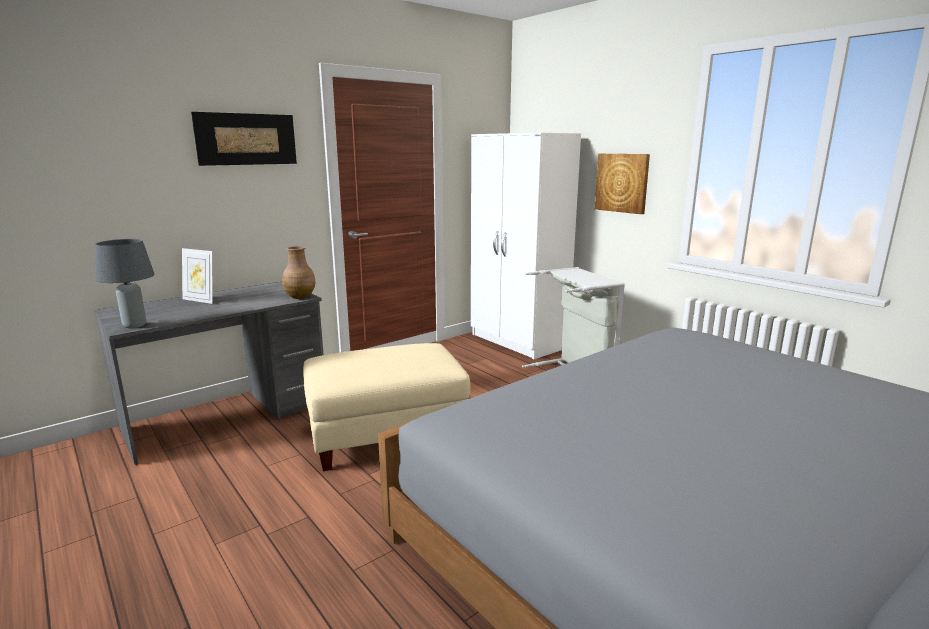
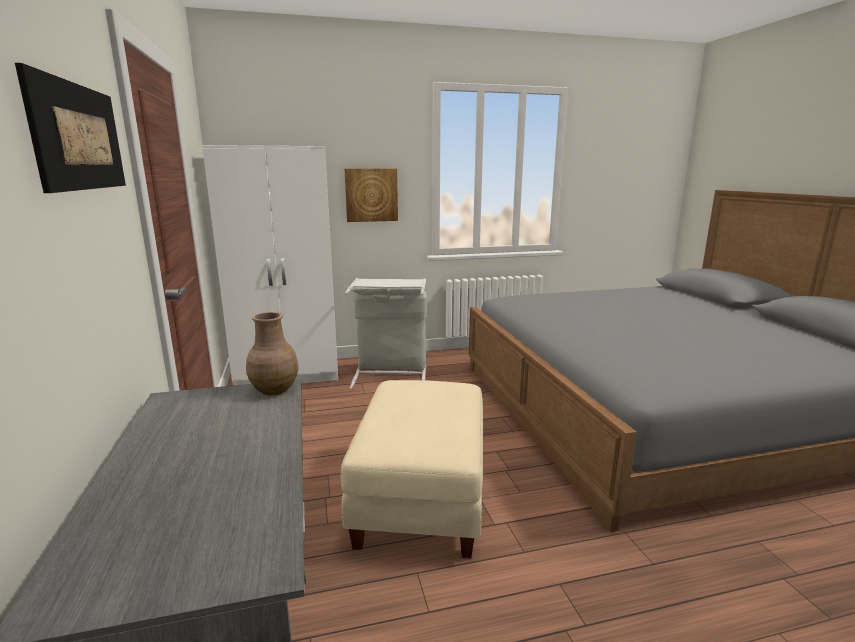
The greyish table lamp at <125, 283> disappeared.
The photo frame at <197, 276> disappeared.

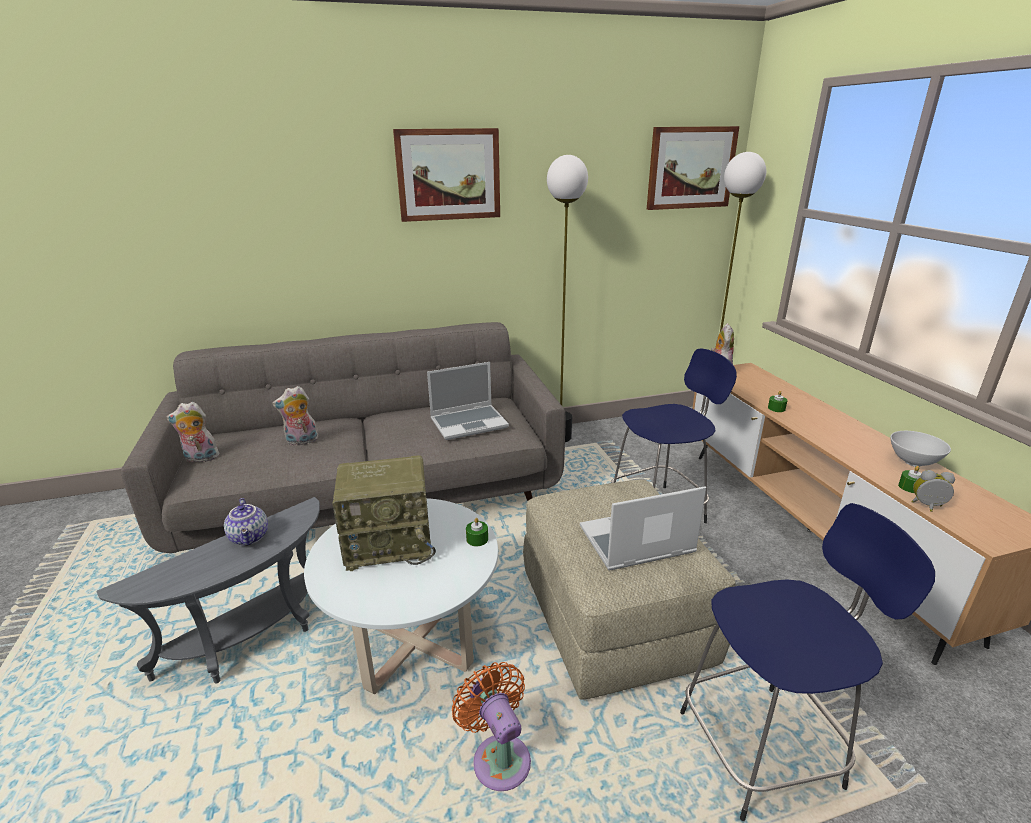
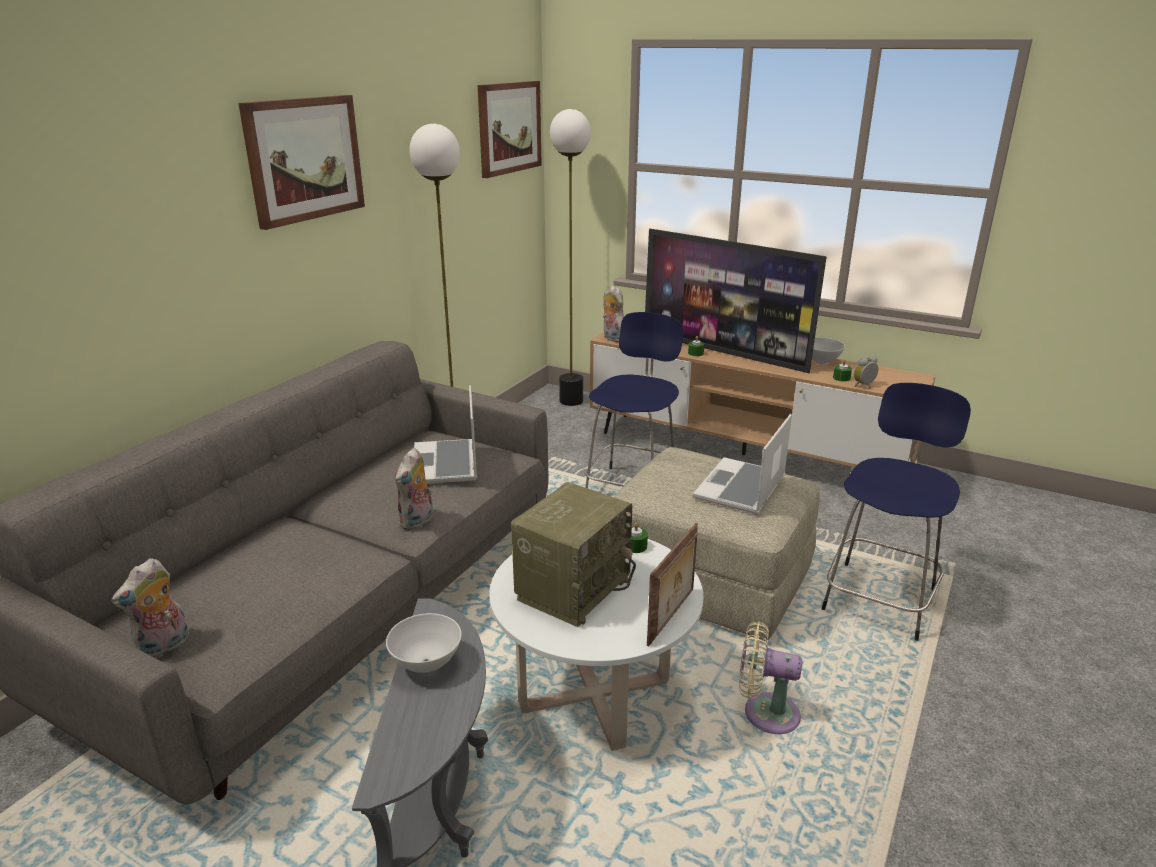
The teapot at <246, 521> was replaced by the white-coloured bowl at <424, 643>.
The soft toy moved from <295, 416> to <414, 489>.
The notebook computer at <468, 401> turned 150 degrees clockwise.
The orange-coloured electric fan at <491, 726> became the beige electric fan at <770, 677>.
The TV at <736, 301> appeared.
The photo frame at <672, 585> appeared.

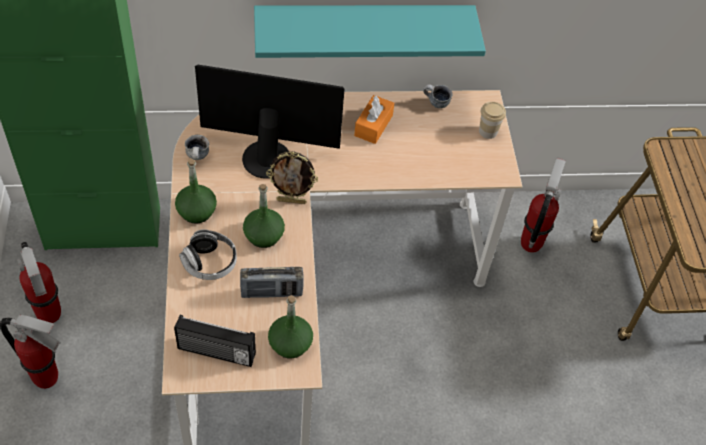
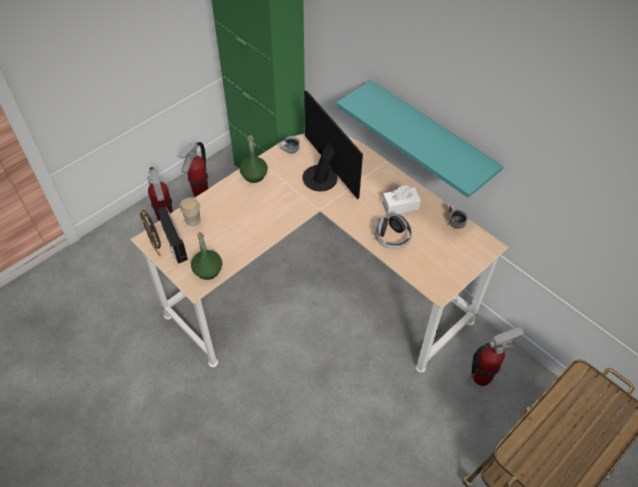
The pair of headphones moved from <208, 254> to <393, 231>.
The radio at <272, 282> disappeared.
The greenish beverage bottle at <264, 216> disappeared.
The photo frame moved from <292, 177> to <150, 233>.
The orange-coloured tissue box at <374, 119> became the white-coloured tissue box at <401, 200>.
The small cup moved from <492, 120> to <190, 212>.

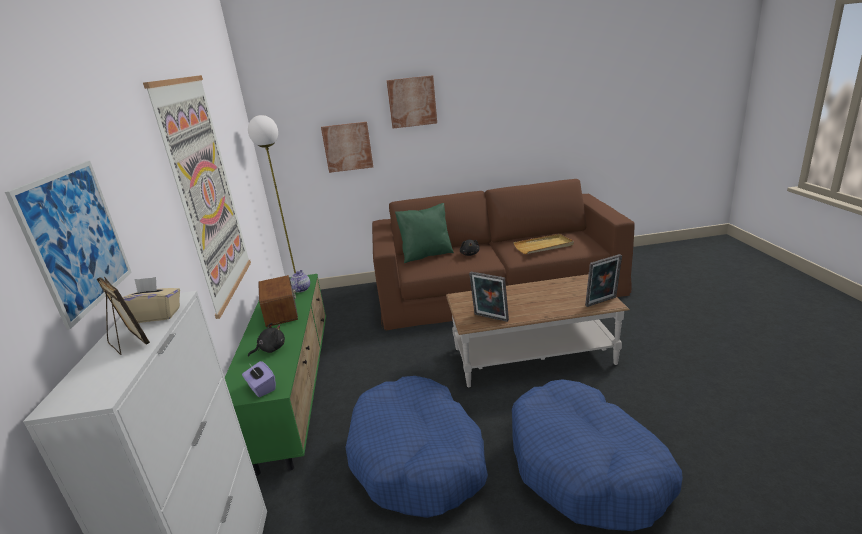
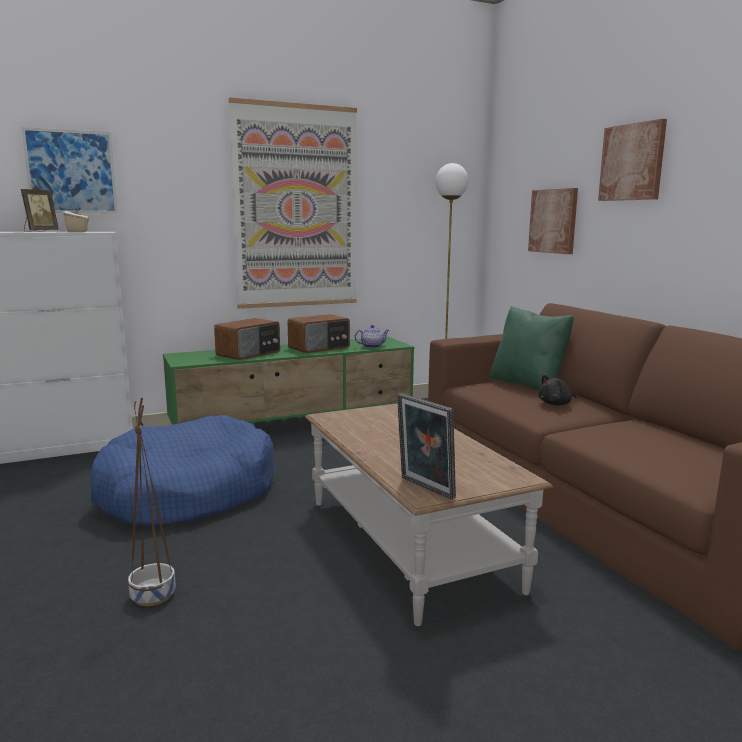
The purplish tissue box at <259, 379> disappeared.
The black soft toy at <266, 339> was replaced by the radio at <247, 339>.
The photo frame at <489, 297> disappeared.
The bluish dog cushion at <597, 455> was replaced by the brownish flower pot at <152, 502>.
The beige carrying tray at <543, 244> disappeared.

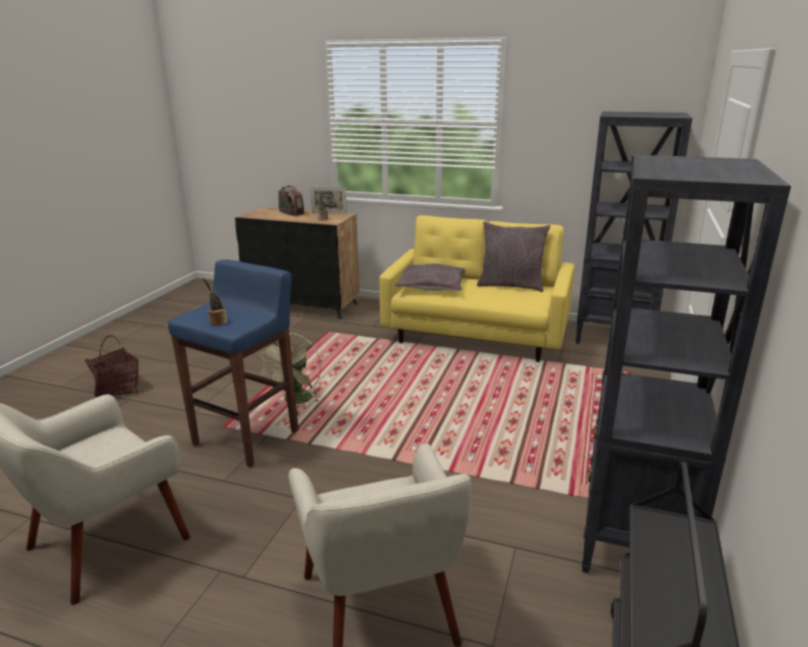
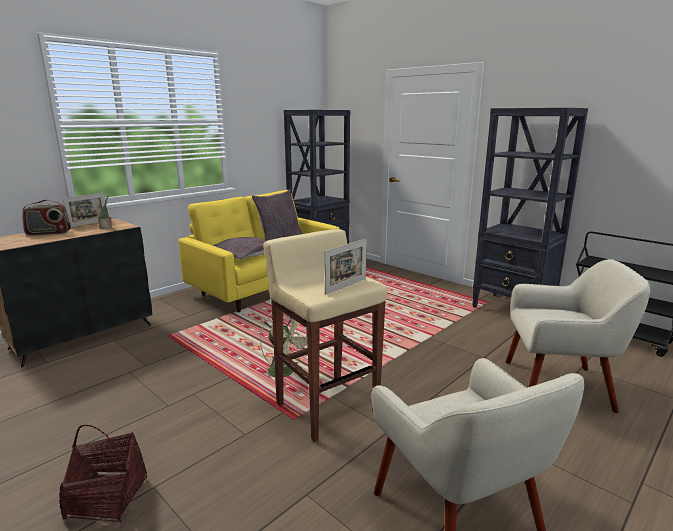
The bluish sitting stool at <233, 363> became the beige sitting stool at <325, 335>.
The potted plant at <214, 302> was replaced by the photo frame at <345, 267>.

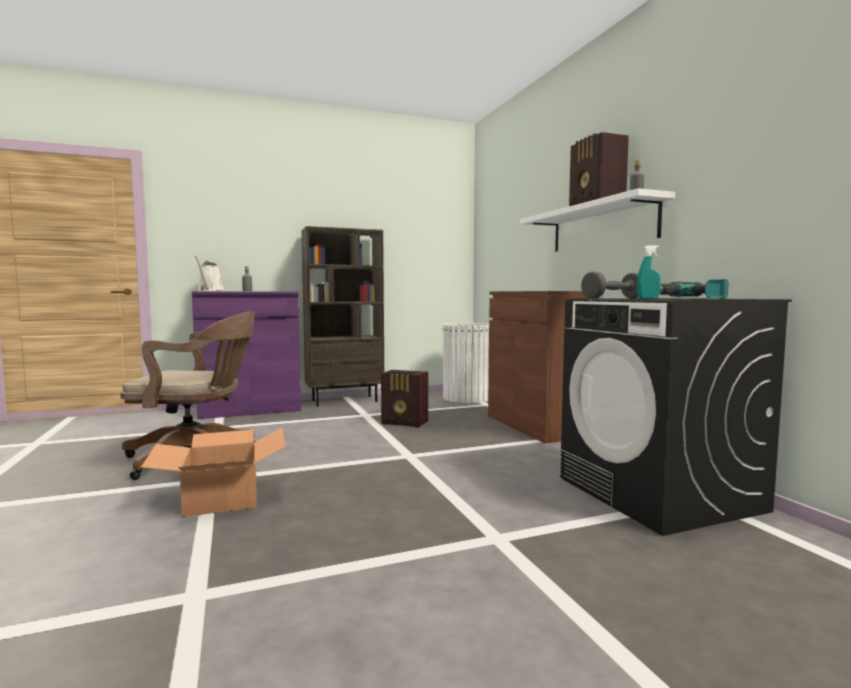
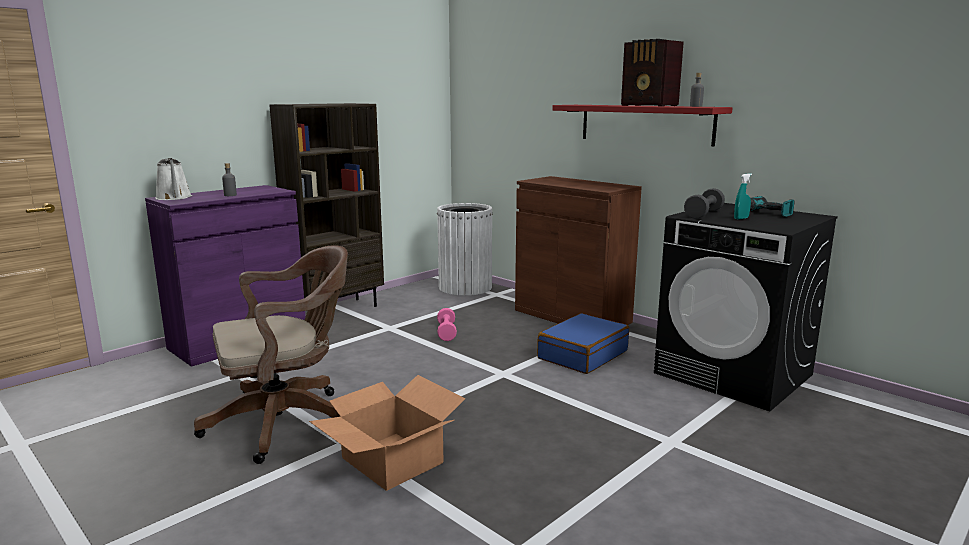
The radio at <404, 399> was replaced by the pink-coloured free weight at <447, 324>.
The white-coloured bracket shelf at <597, 220> became the reddish bracket shelf at <643, 125>.
The bluish travel case at <583, 343> appeared.

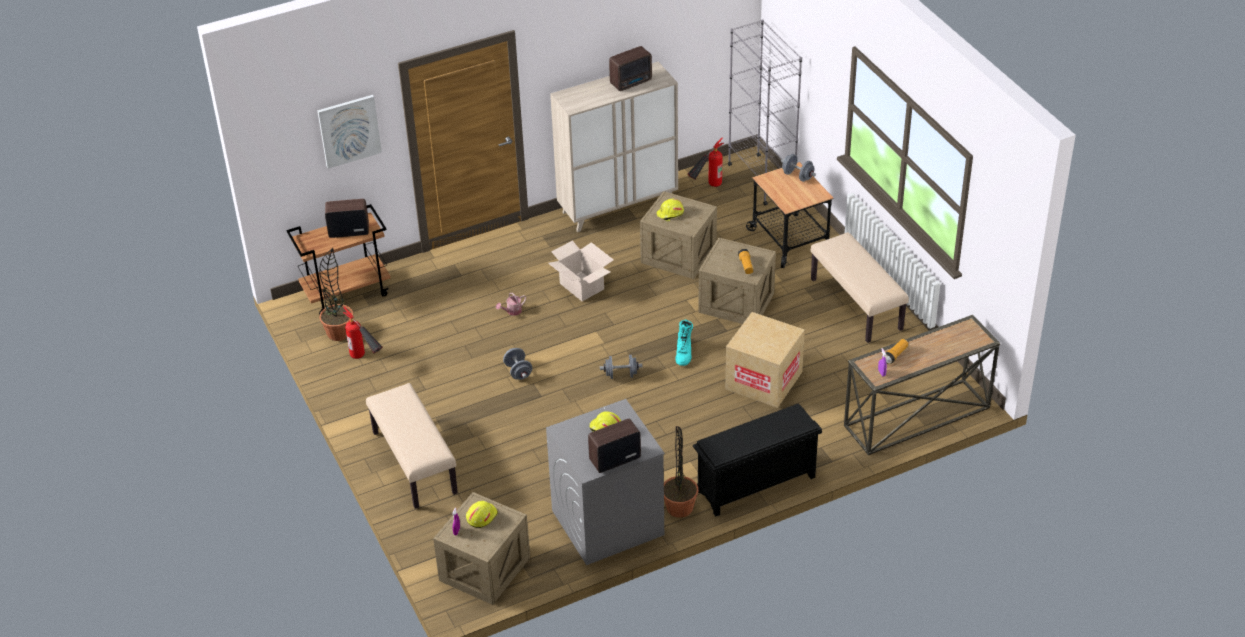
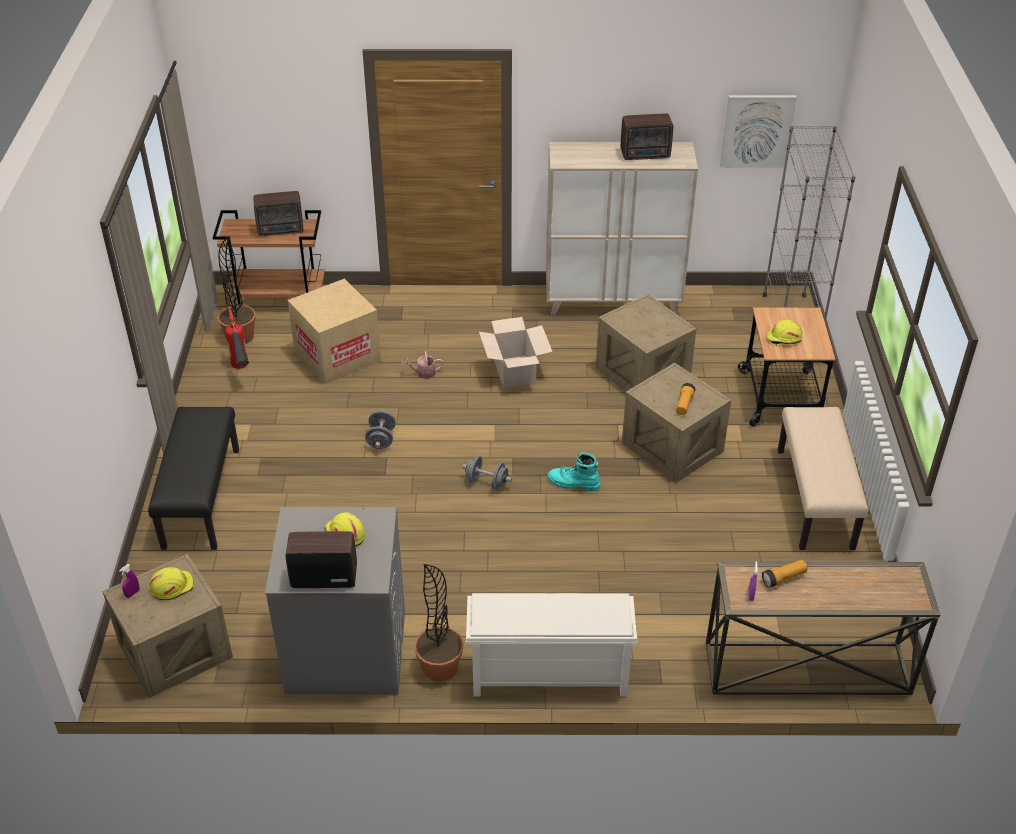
The wall picture moved from <349, 132> to <758, 131>.
The radio at <347, 218> turned 150 degrees clockwise.
The beige long seat at <412, 446> became the black long seat at <193, 478>.
The yellow work helmet moved from <670, 210> to <784, 333>.
The turquoise tall boot at <684, 343> turned 75 degrees clockwise.
The extinguisher at <705, 162> disappeared.
The black shoe stand at <757, 460> became the white-coloured shoe stand at <551, 645>.
The cardboard box moved from <765, 360> to <334, 331>.
The greyish free weight at <798, 168> disappeared.

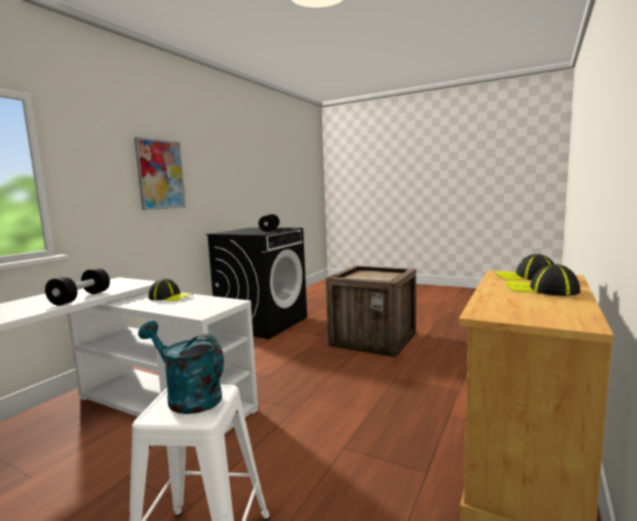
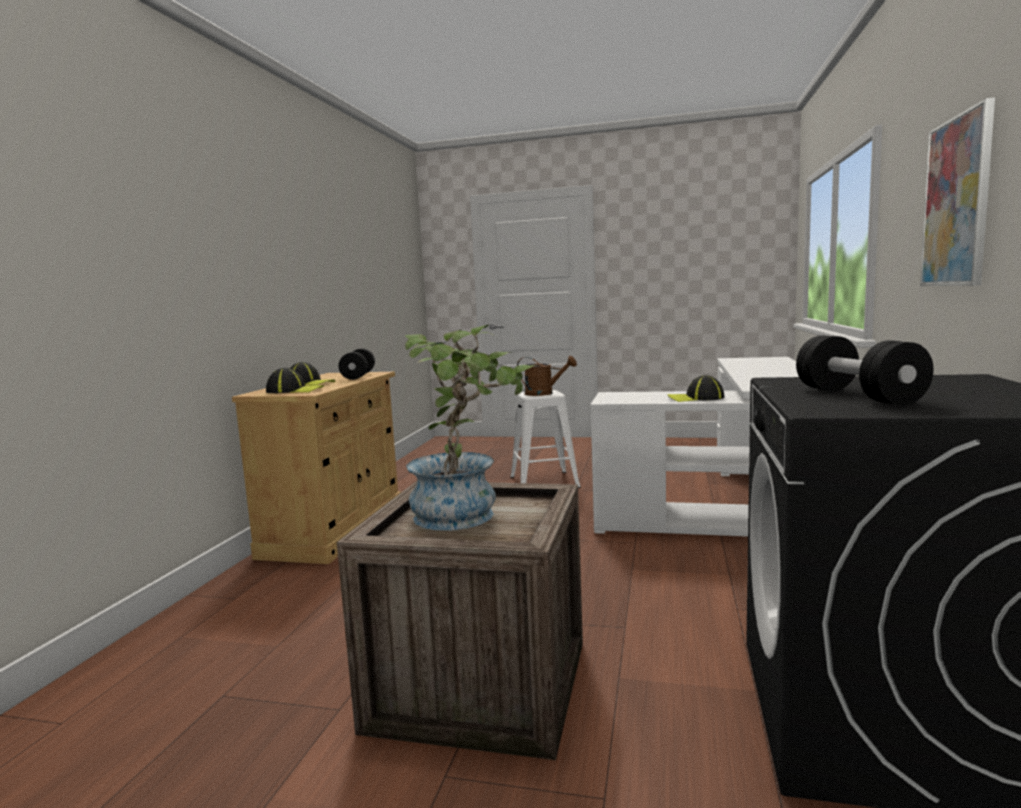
The black free weight moved from <77, 287> to <357, 364>.
The turquoise watering can at <181, 367> became the brownish watering can at <547, 376>.
The potted plant at <471, 427> appeared.

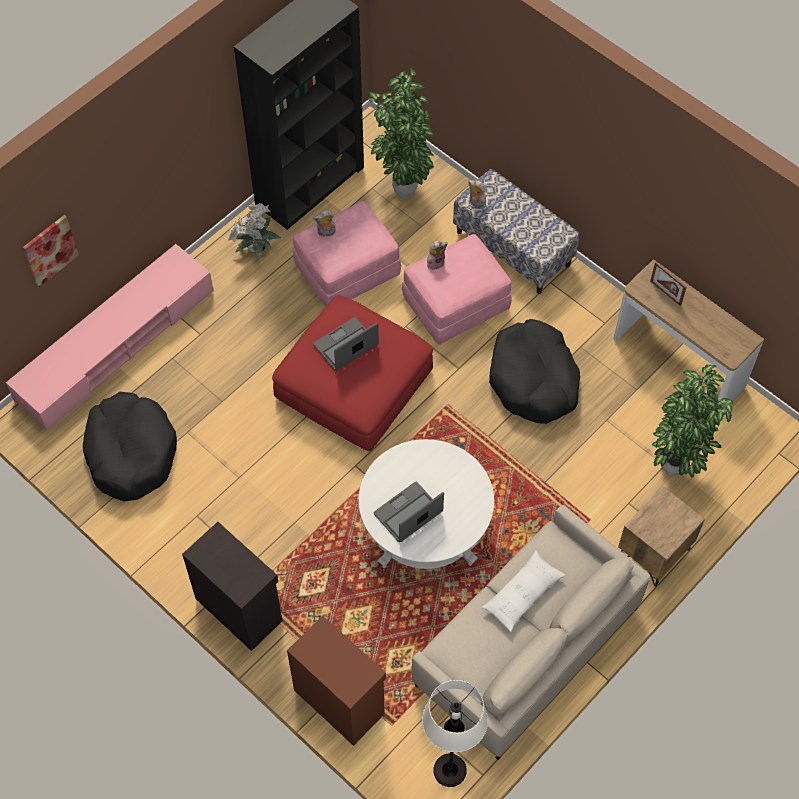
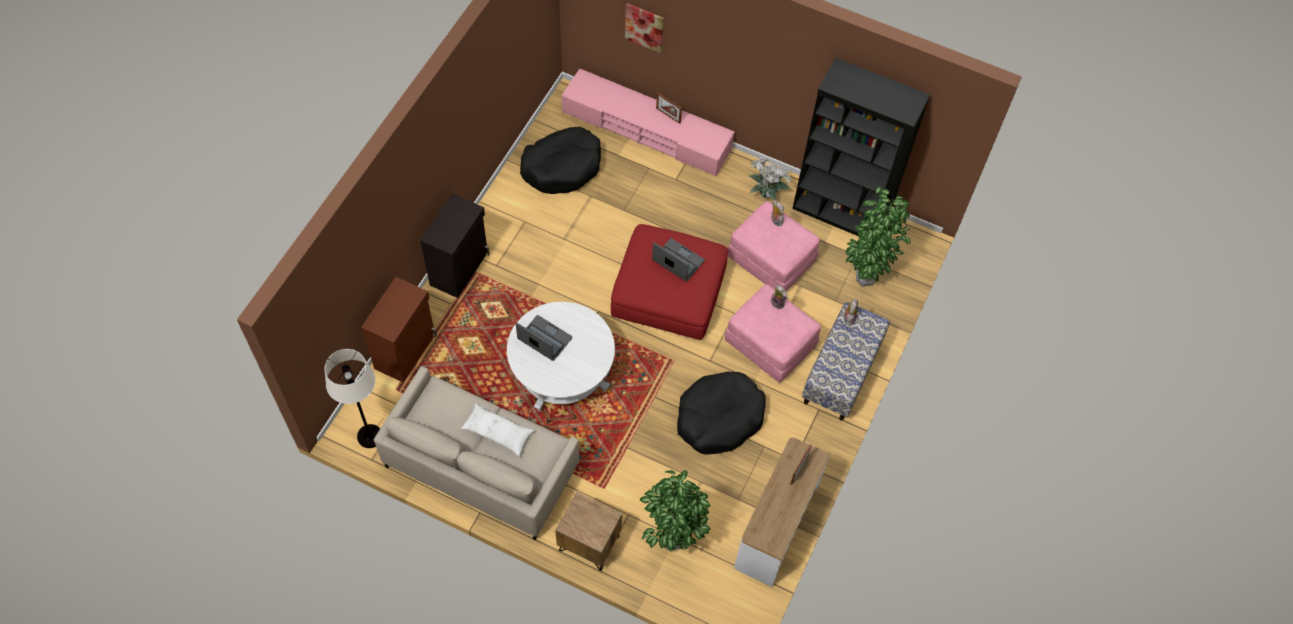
The photo frame at <669, 108> appeared.

